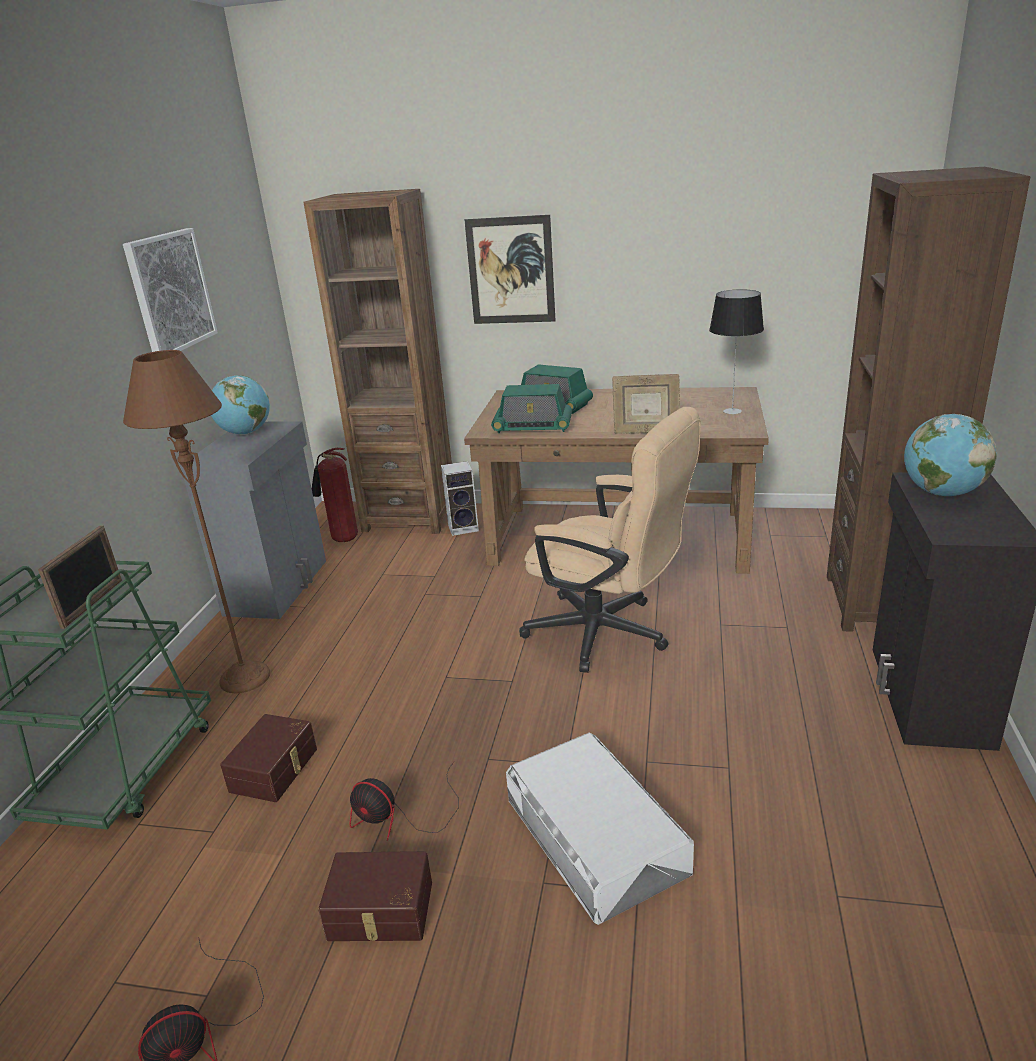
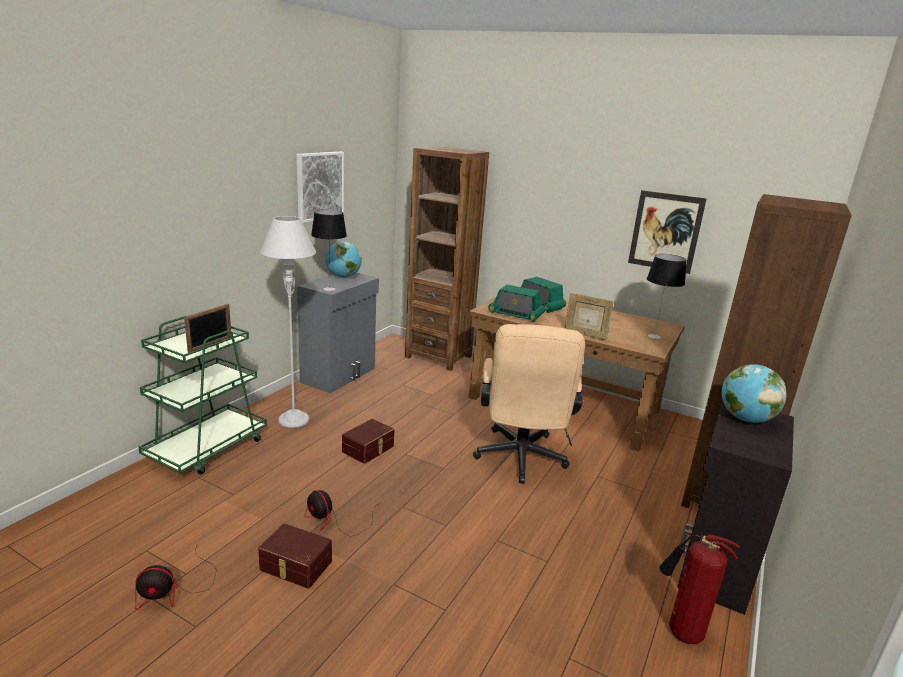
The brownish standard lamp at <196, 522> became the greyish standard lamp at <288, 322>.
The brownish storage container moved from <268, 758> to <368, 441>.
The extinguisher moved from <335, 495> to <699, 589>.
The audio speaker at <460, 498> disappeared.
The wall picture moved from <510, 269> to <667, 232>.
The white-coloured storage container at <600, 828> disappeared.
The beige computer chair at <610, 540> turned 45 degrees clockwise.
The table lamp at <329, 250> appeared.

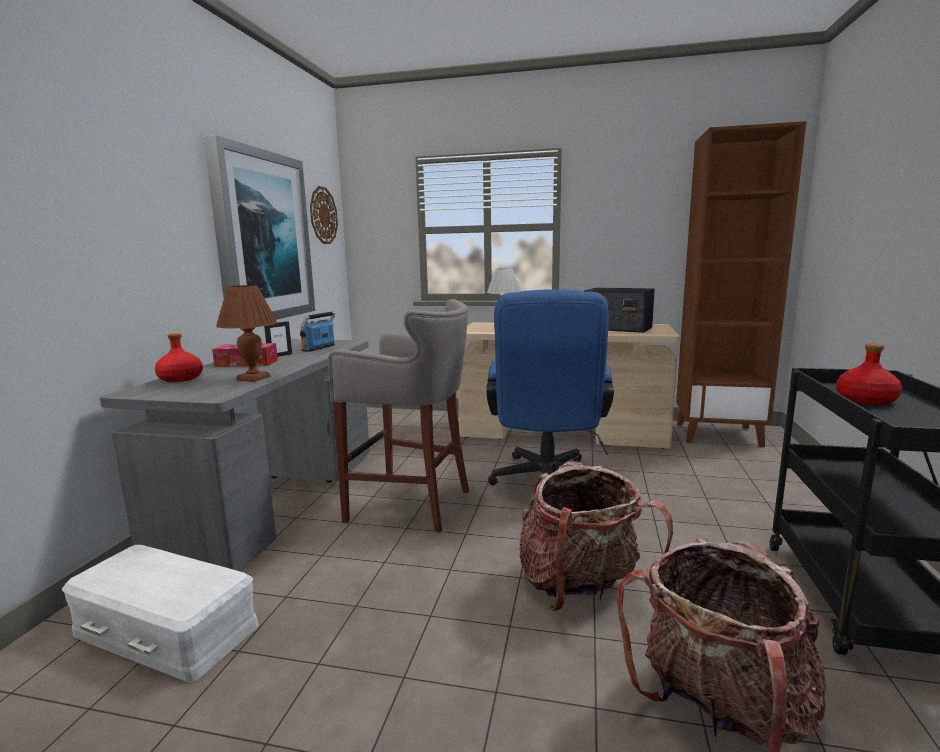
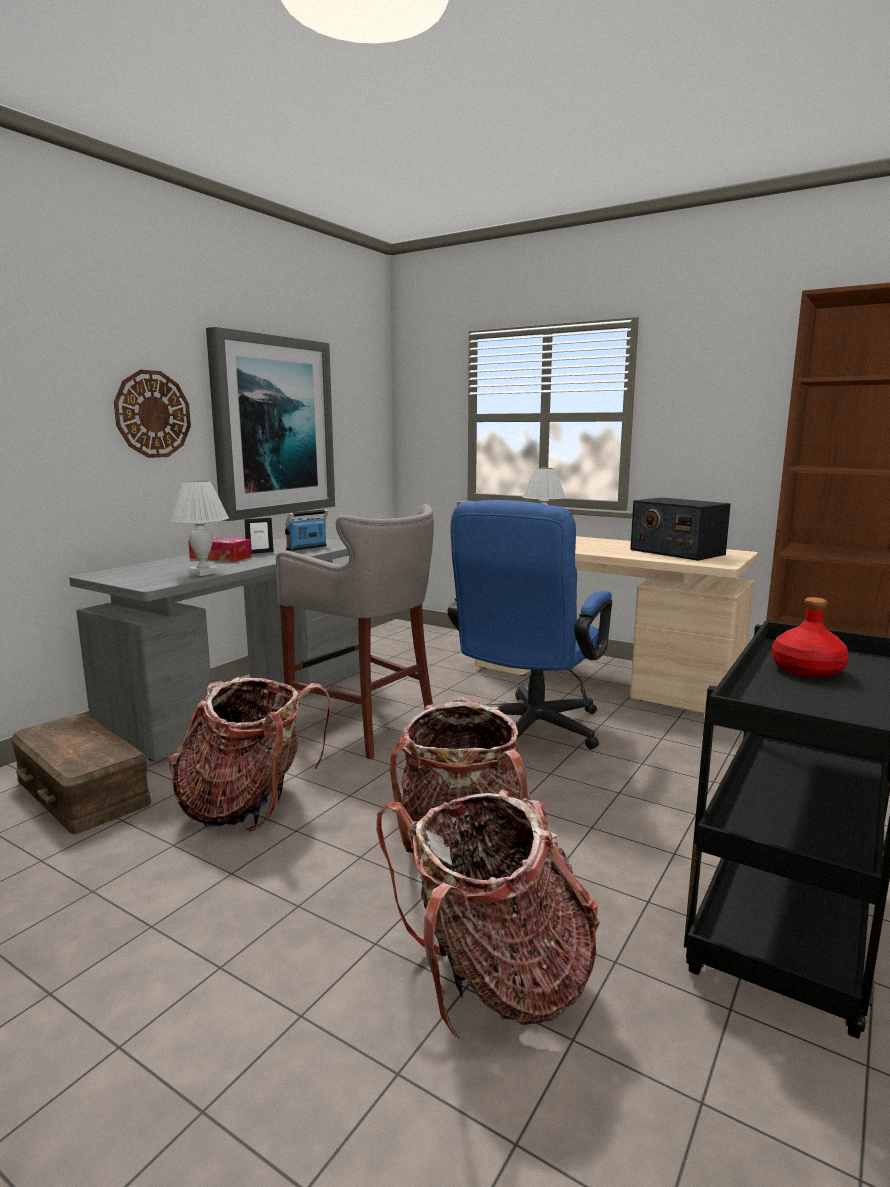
The white-coloured storage container at <160, 613> became the brownish storage container at <81, 774>.
The reddish beverage bottle at <179, 357> disappeared.
The brownish table lamp at <246, 333> became the white-coloured table lamp at <199, 528>.
The clock on the wall moved from <324, 215> to <152, 414>.
The rucksack at <249, 754> appeared.

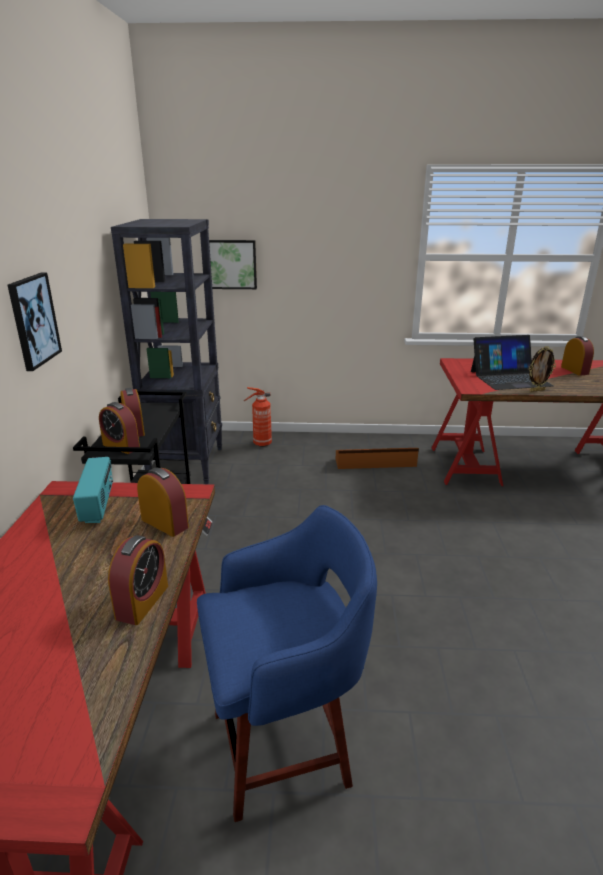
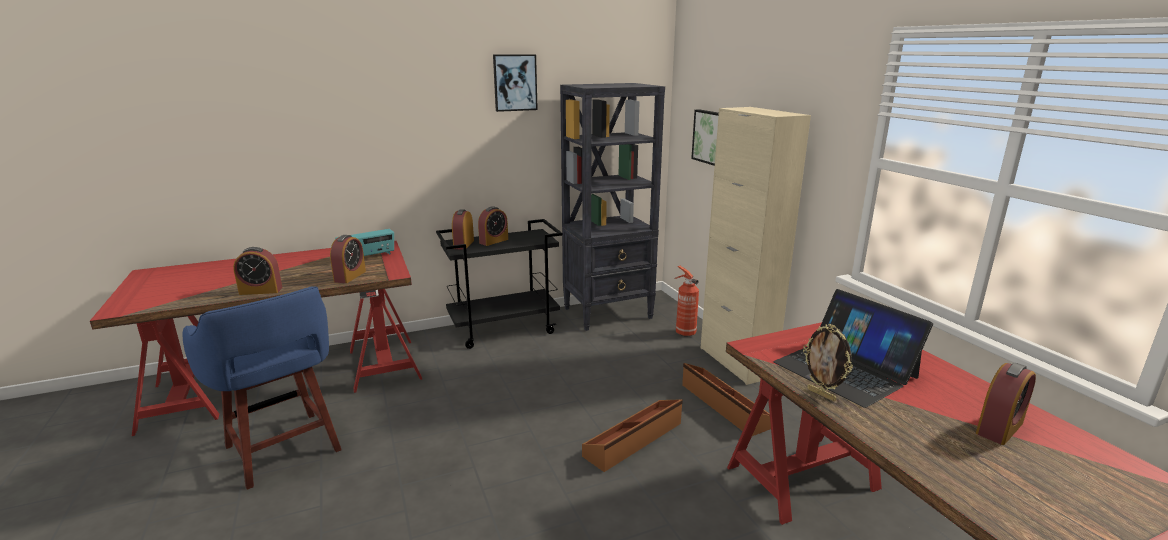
The wall picture moved from <35, 322> to <515, 83>.
The brownish storage container at <632, 435> appeared.
The beige cabinet at <756, 246> appeared.

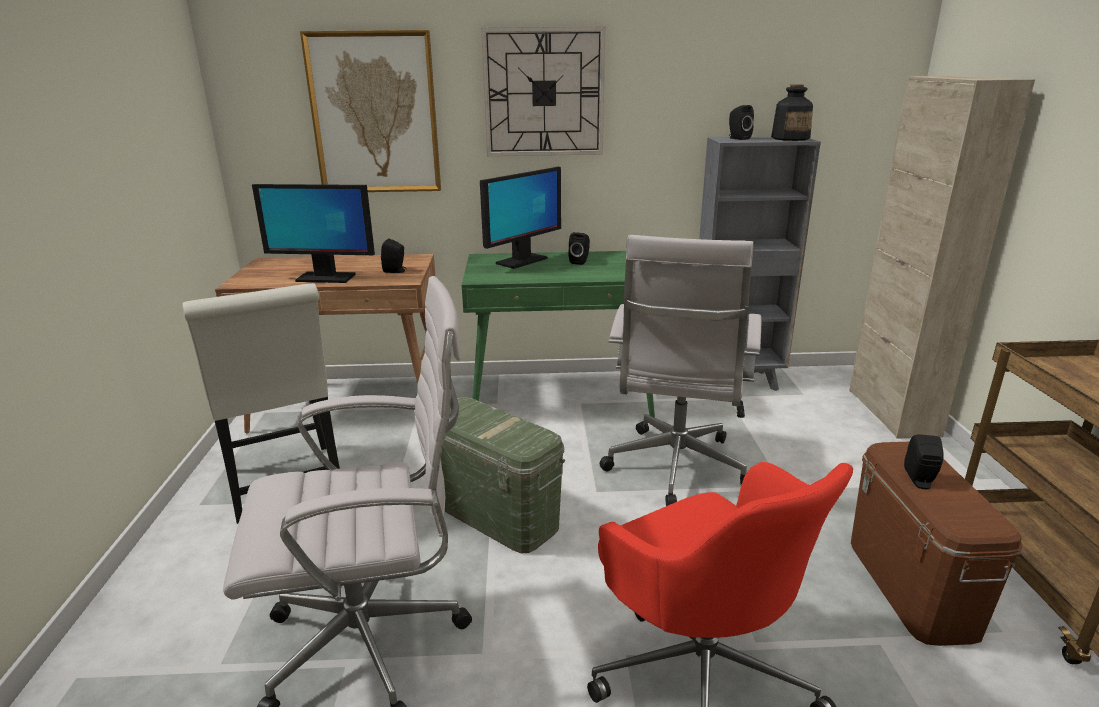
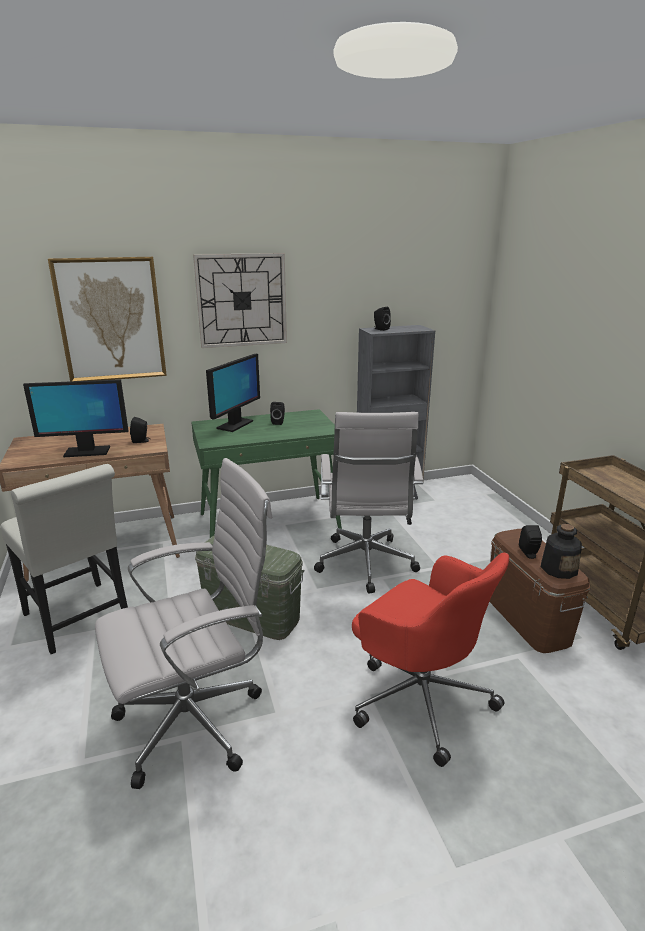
The beverage bottle moved from <792, 113> to <561, 551>.
The beige cabinet at <942, 257> disappeared.

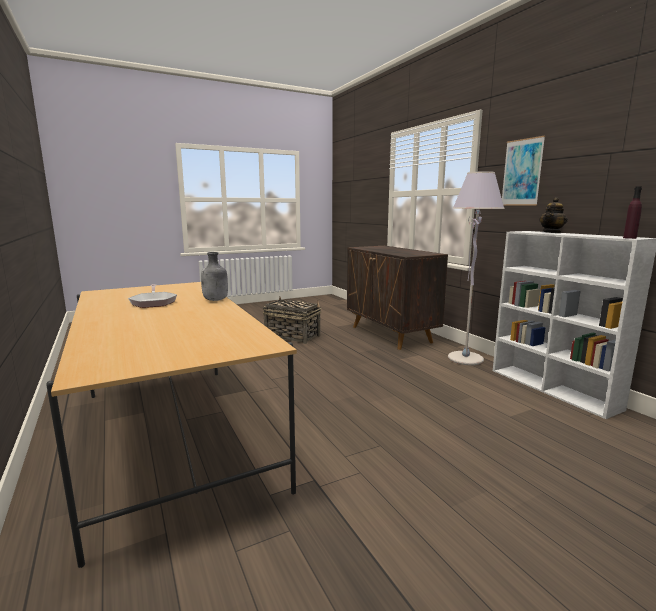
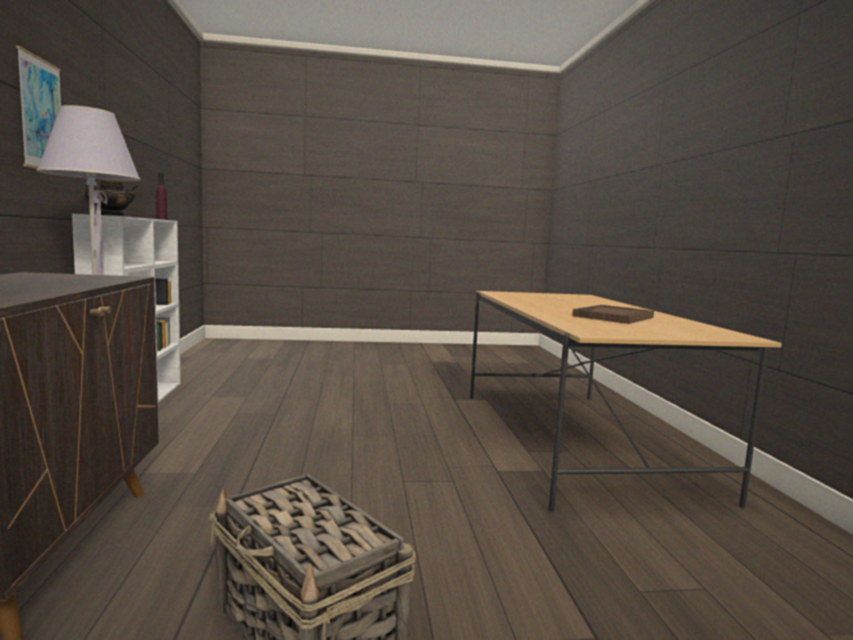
The skillet at <152, 296> was replaced by the brownish carrying tray at <613, 314>.
The greyish beverage bottle at <214, 276> disappeared.

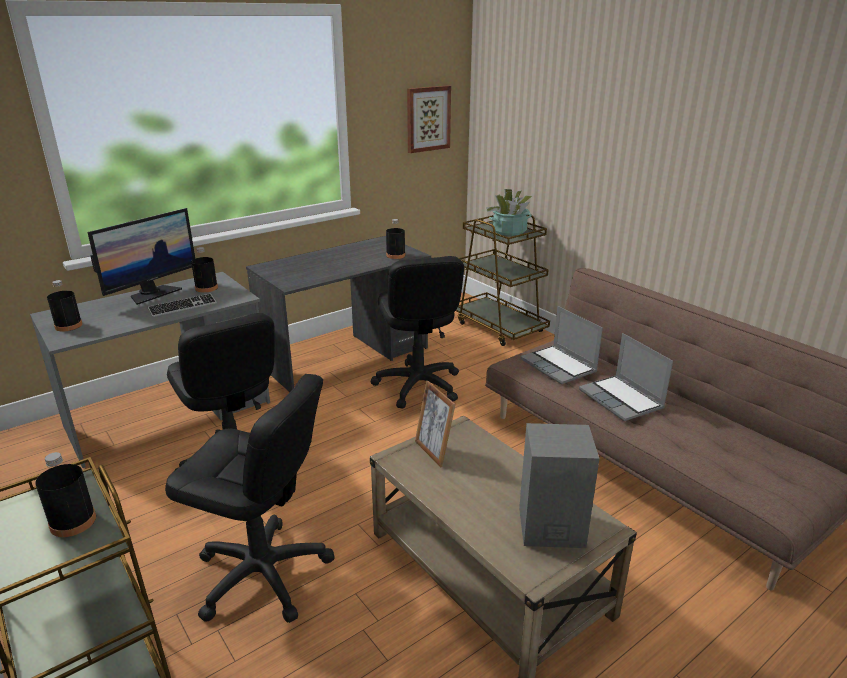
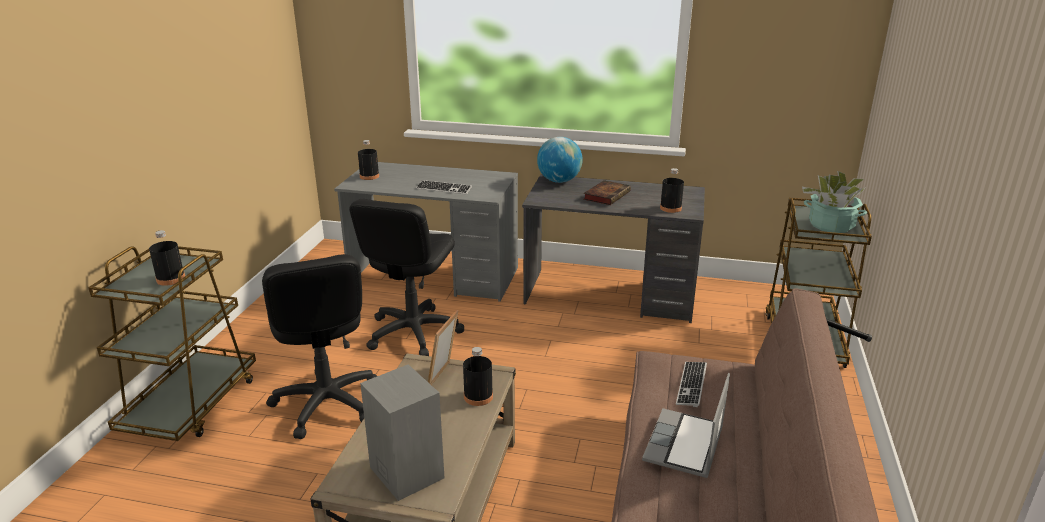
The computer screen at <141, 256> disappeared.
The black beverage bottle moved from <204, 270> to <478, 376>.
The black computer chair at <417, 332> disappeared.
The wall picture at <429, 119> disappeared.
The notebook computer at <562, 345> was replaced by the PC keyboard at <691, 384>.
The globe at <560, 160> appeared.
The bound book at <607, 192> appeared.

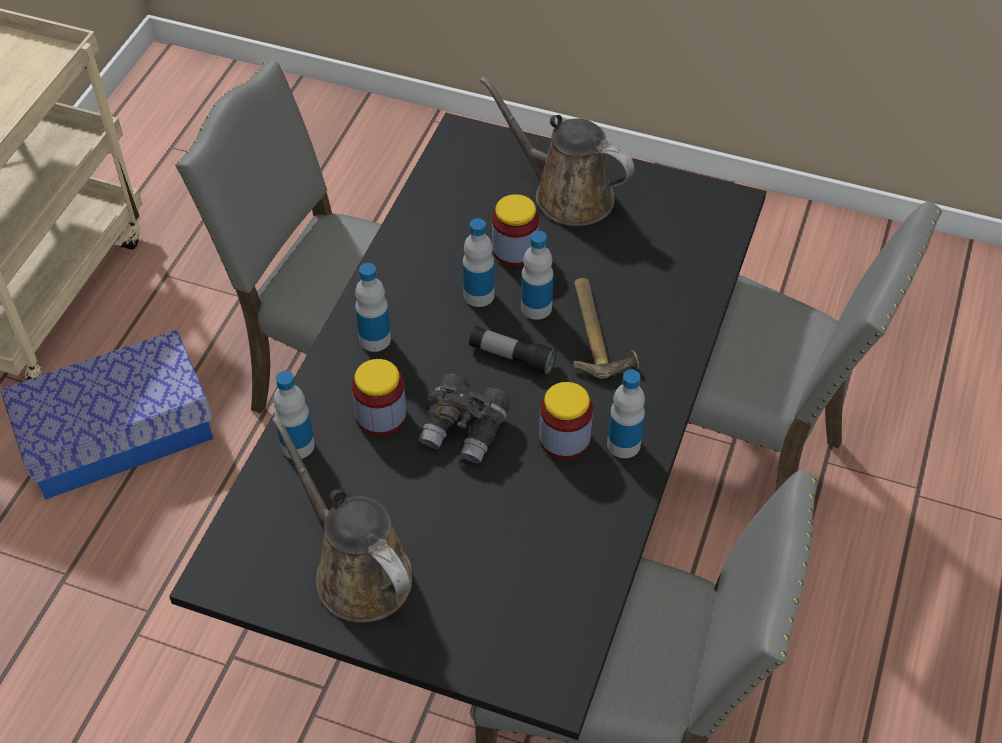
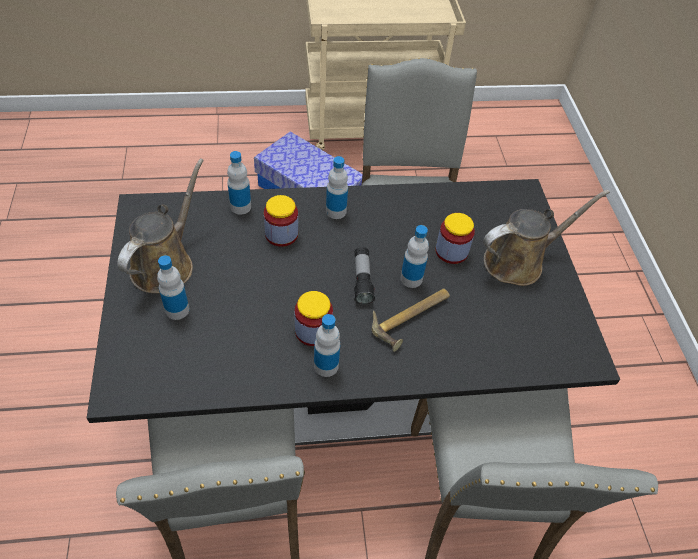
The greyish field glasses at <464, 418> disappeared.
The beverage bottle moved from <478, 262> to <173, 287>.
The brownish watering can at <557, 151> turned 60 degrees clockwise.

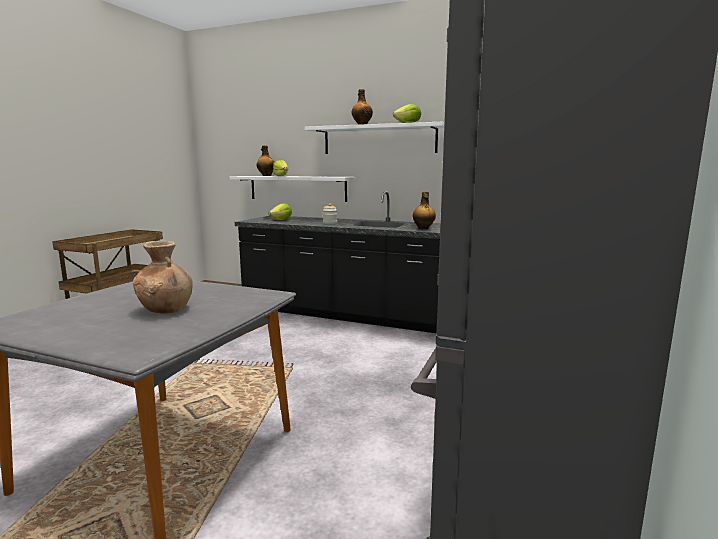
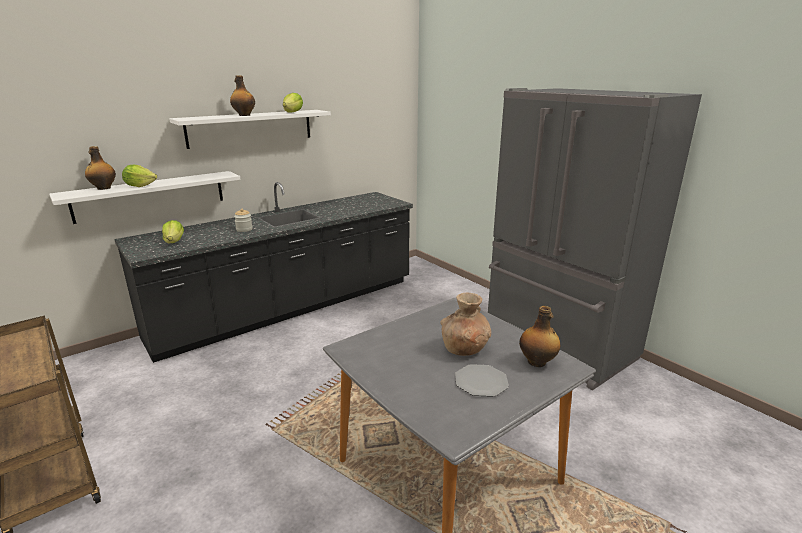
The beverage bottle moved from <424, 211> to <539, 336>.
The plate at <482, 380> appeared.

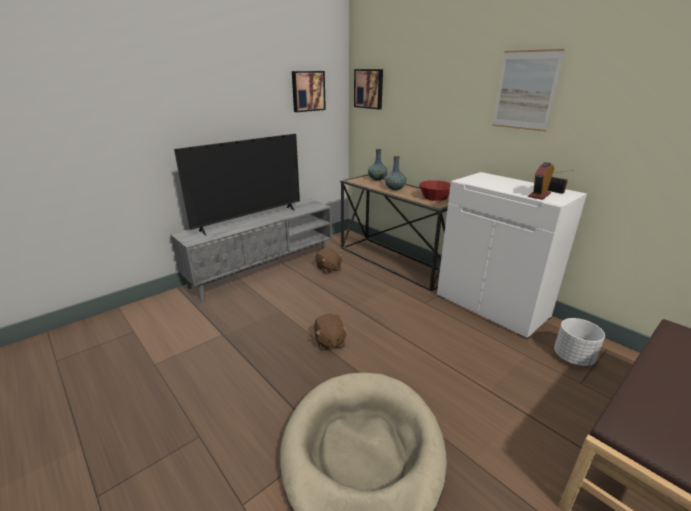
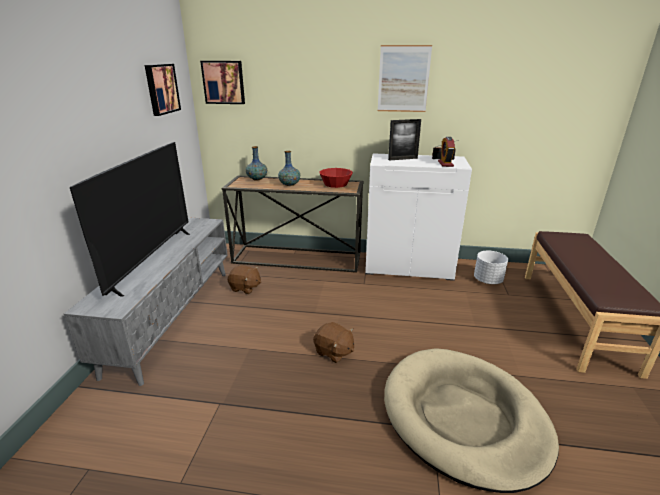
The photo frame at <404, 139> appeared.

